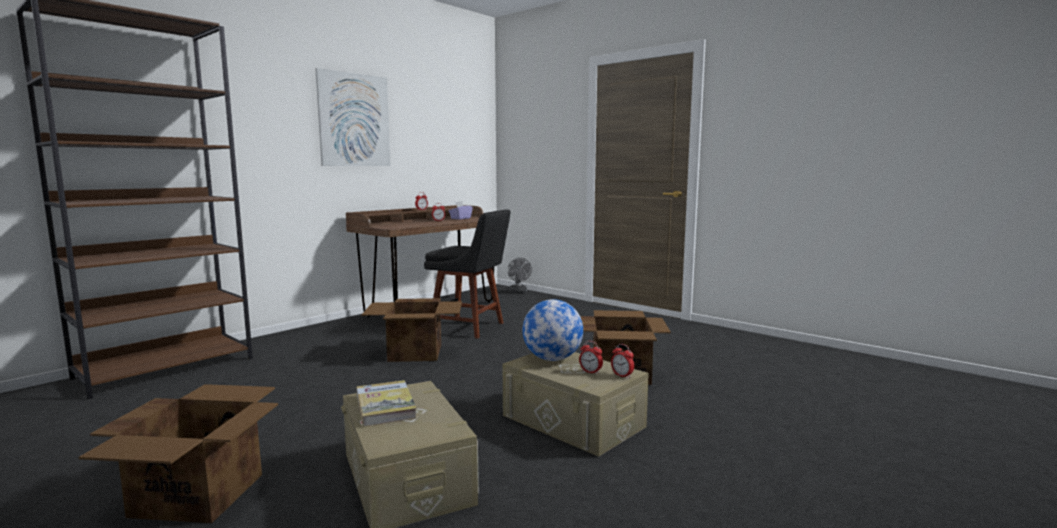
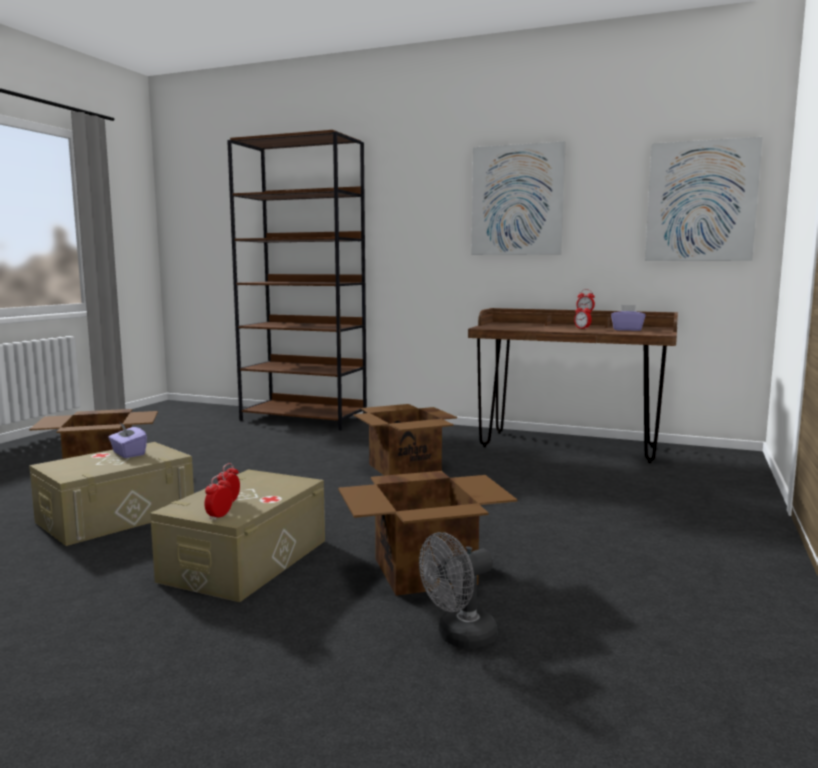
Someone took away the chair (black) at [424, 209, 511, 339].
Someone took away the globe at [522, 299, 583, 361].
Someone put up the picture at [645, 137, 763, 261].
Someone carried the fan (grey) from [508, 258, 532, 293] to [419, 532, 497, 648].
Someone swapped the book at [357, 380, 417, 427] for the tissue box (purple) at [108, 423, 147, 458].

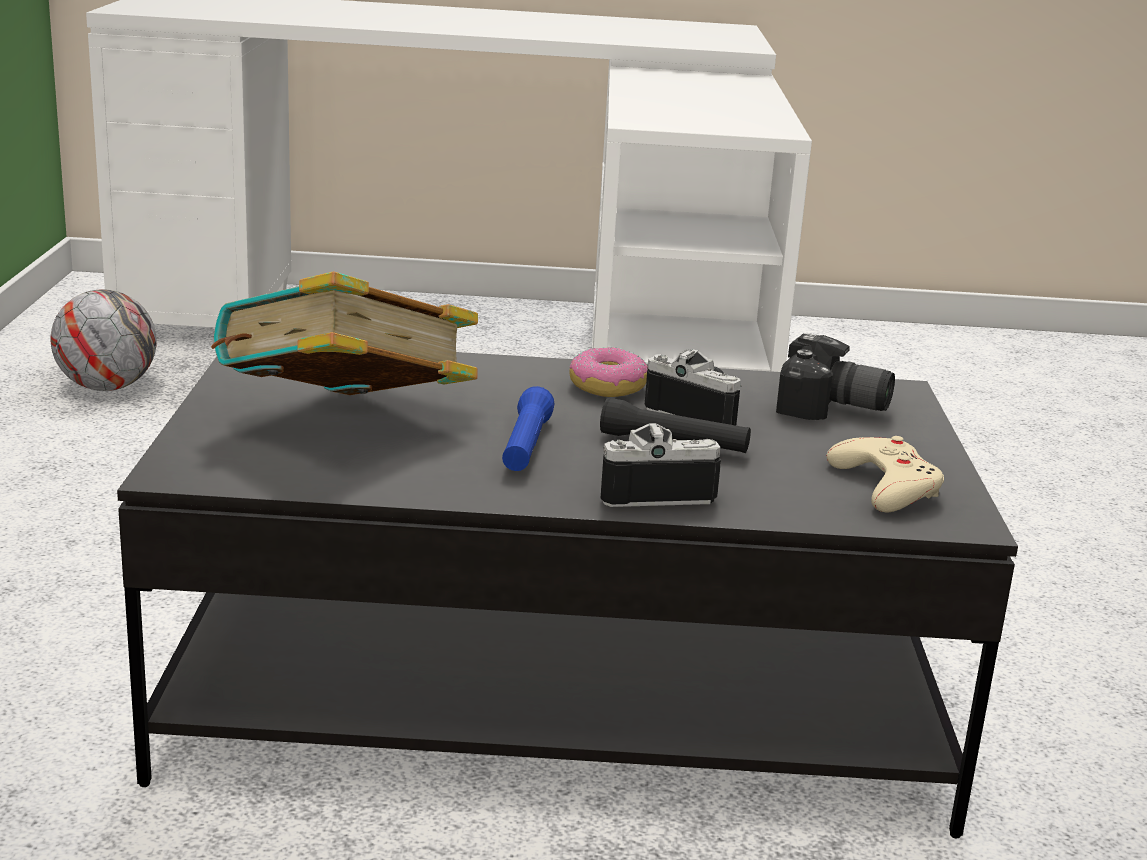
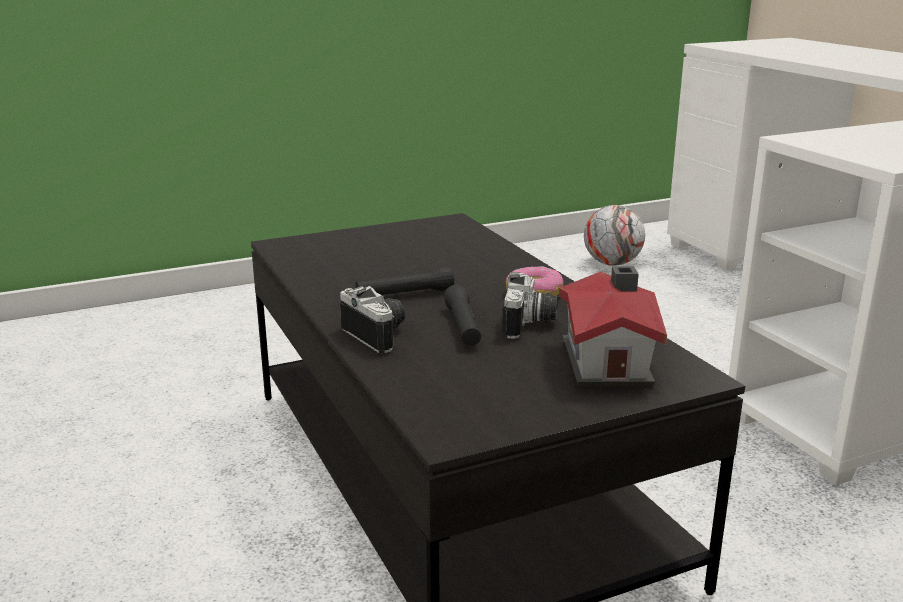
Someone took away the book at [211, 271, 478, 395].
Someone took away the game controller (beige) at [826, 436, 944, 512].
Someone swapped the photo camera at [776, 333, 895, 420] for the toy house at [559, 266, 667, 387].
Someone repainted the flashlight (blue) at [502, 386, 554, 471], which became the flashlight (black) at [355, 266, 454, 295].

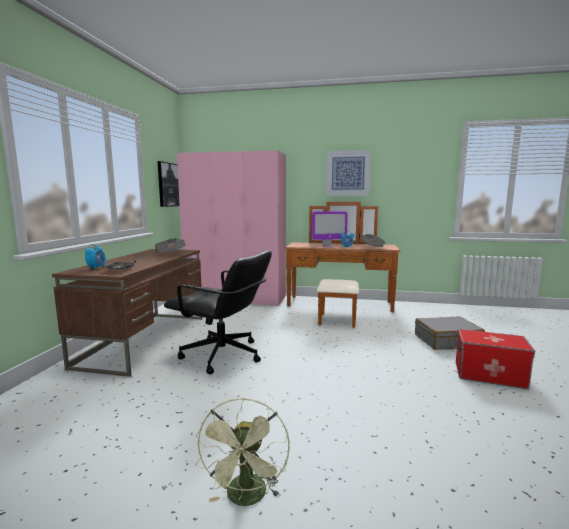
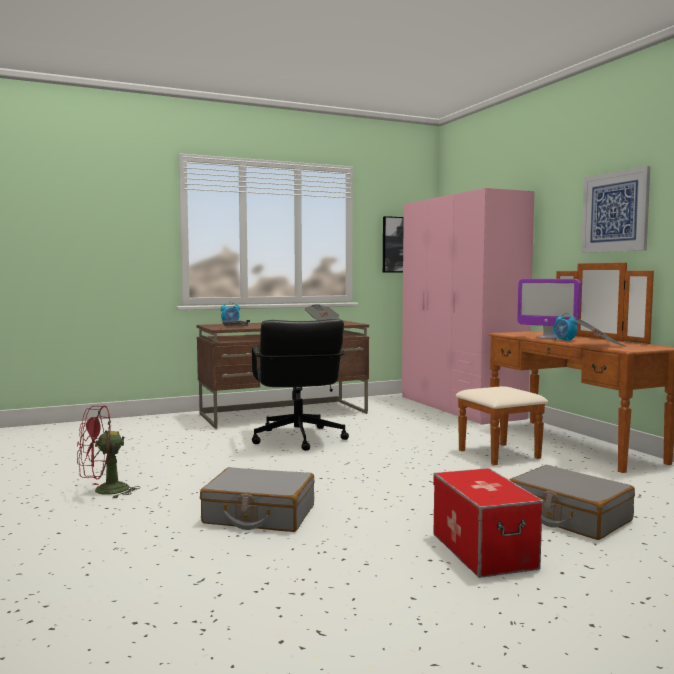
Someone put down the suitcase (grey) at [200, 467, 314, 532].
Someone repainted the fan (green) at [195, 398, 290, 506], which became the fan (red) at [77, 406, 141, 498].

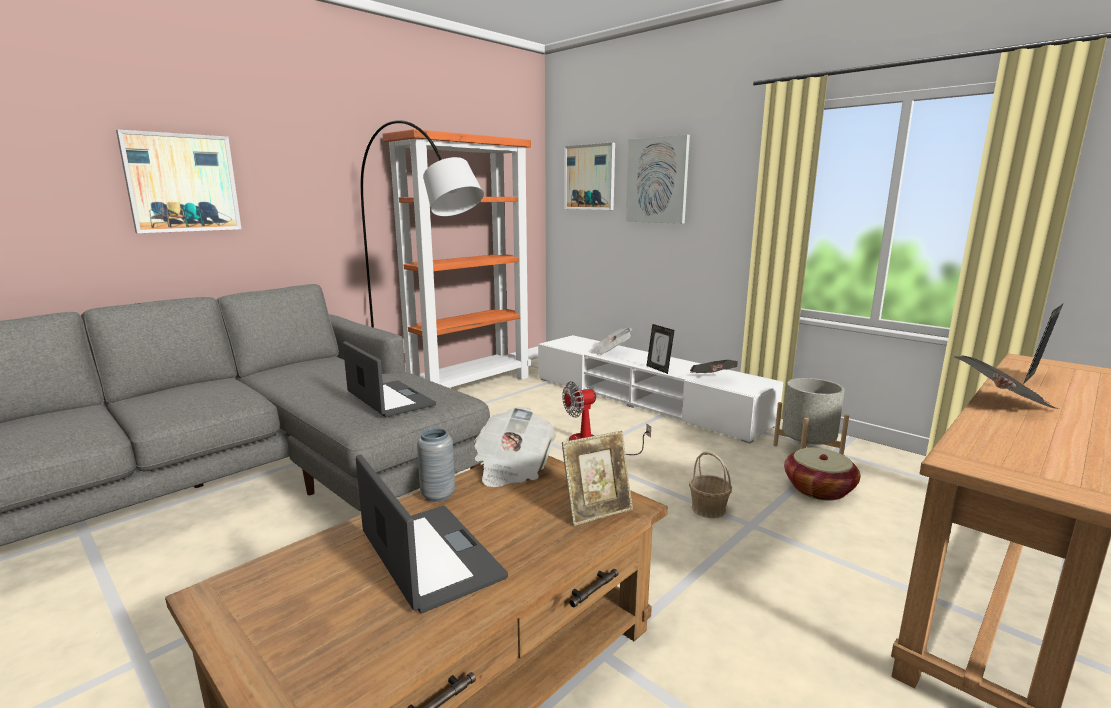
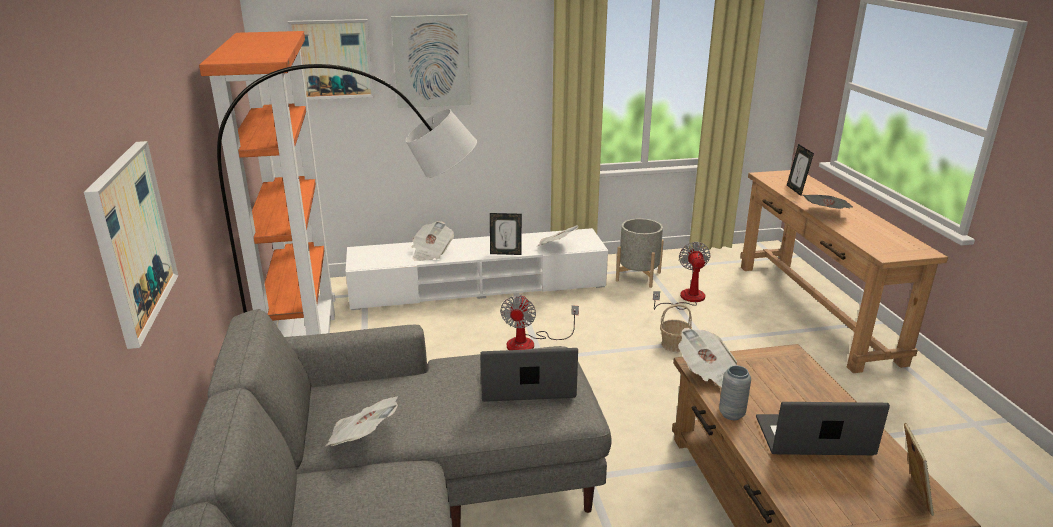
Someone put down the newspaper at [325, 396, 398, 447].
Someone carried the picture frame from [562, 431, 633, 526] to [904, 423, 934, 516].
Someone swapped the basket at [784, 448, 860, 501] for the fan at [653, 242, 710, 310].

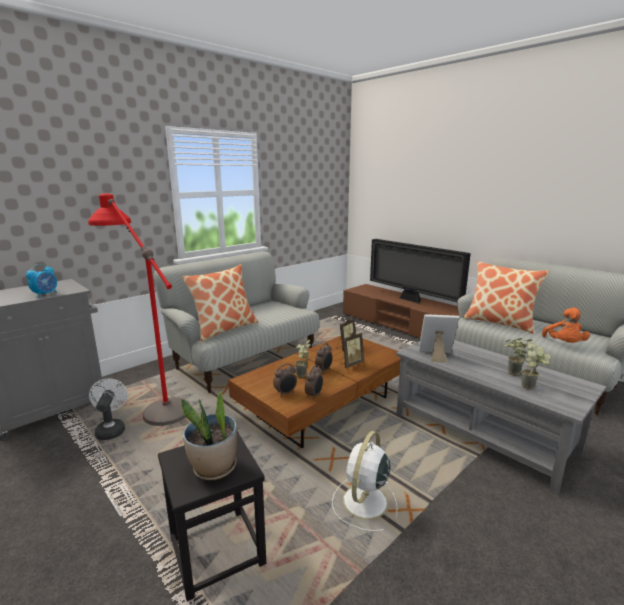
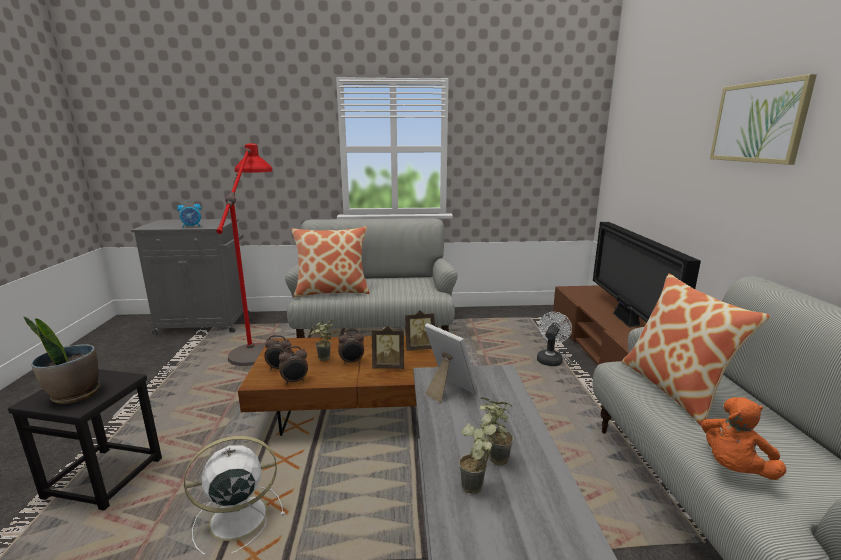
Someone put up the picture at [710, 74, 817, 165].
Someone carried the fan (white) from [89, 378, 128, 440] to [537, 312, 572, 366].

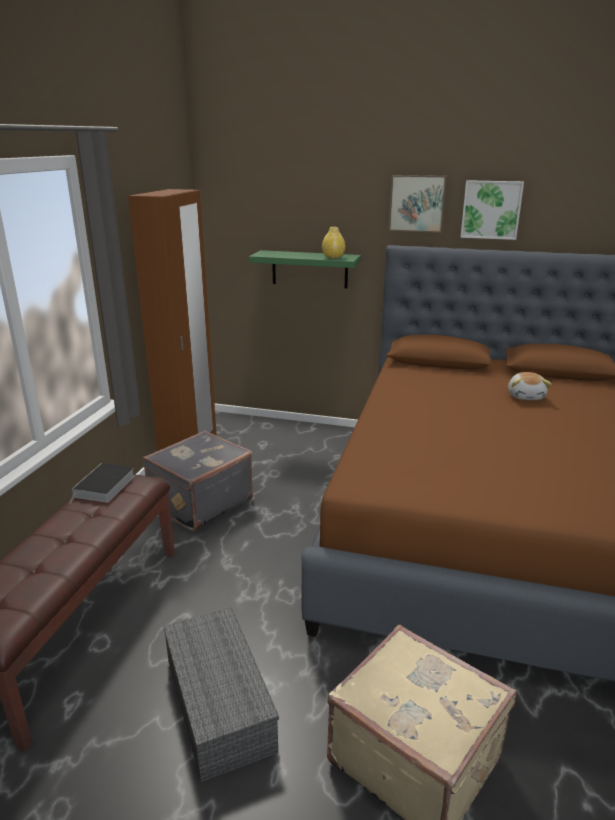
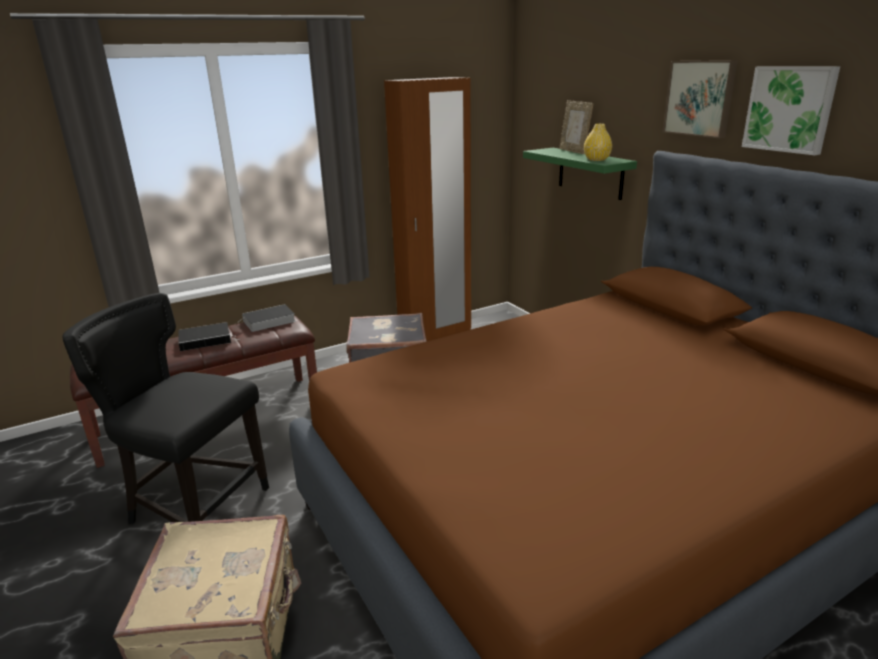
Someone took away the plush toy at [508, 372, 552, 400].
Someone put down the book at [178, 322, 241, 351].
Someone put down the picture frame at [559, 100, 593, 154].
Someone swapped the storage box (grey) at [163, 607, 279, 782] for the chair (black) at [62, 293, 269, 524].

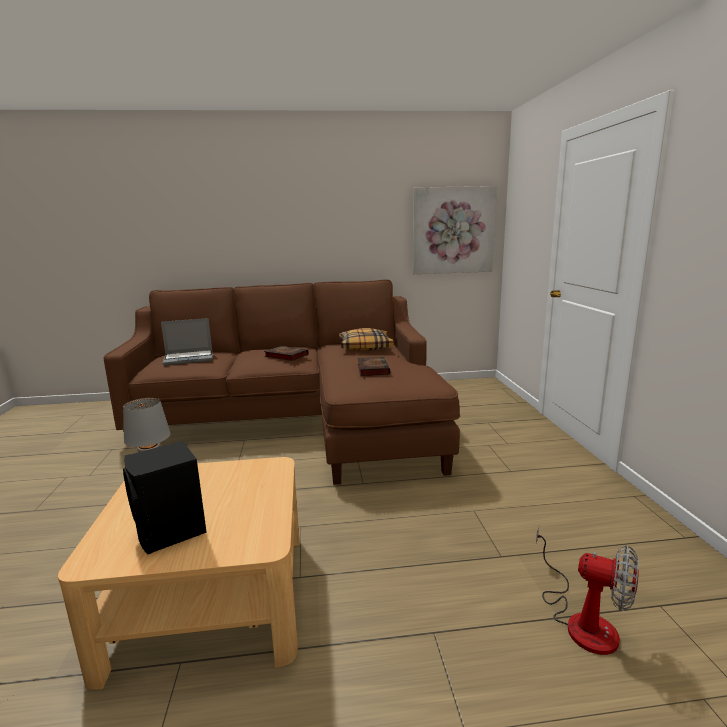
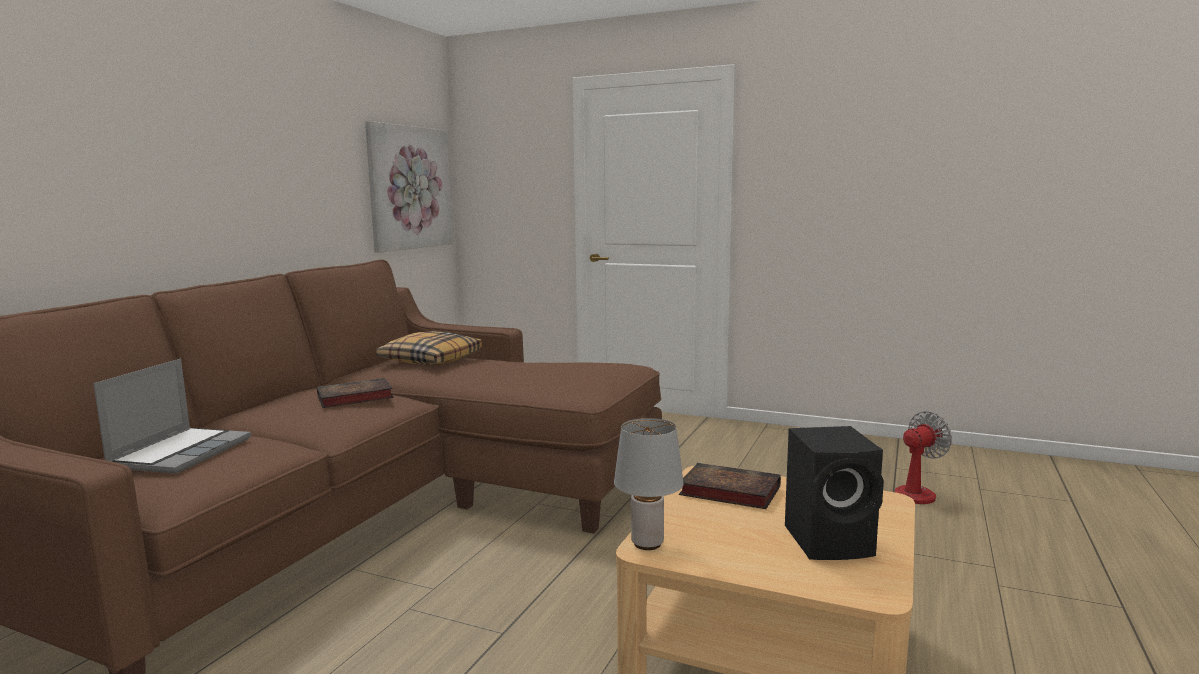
Someone carried the book from [358, 357, 390, 376] to [679, 463, 781, 509].

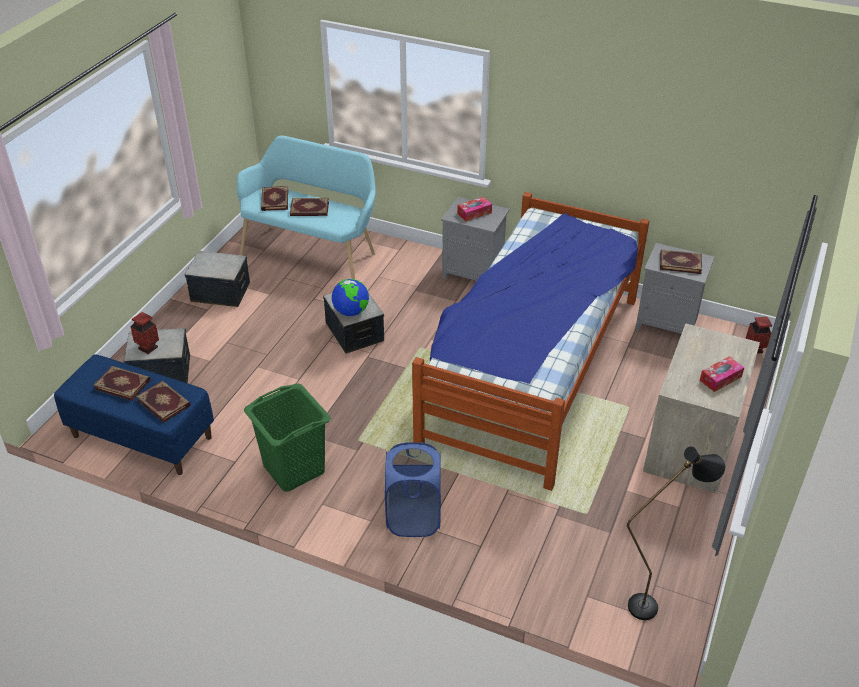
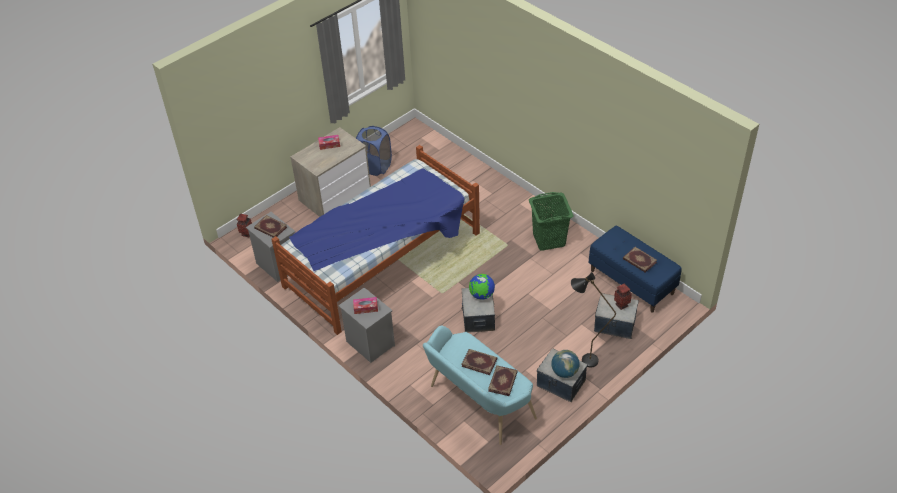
Someone took away the book at [136, 381, 191, 423].
Someone put down the globe at [551, 350, 580, 378].
Someone carried the laundry basket (blue) from [385, 442, 441, 537] to [356, 126, 392, 176].
Someone carried the floor lamp (black) from [627, 447, 726, 620] to [571, 272, 616, 368].

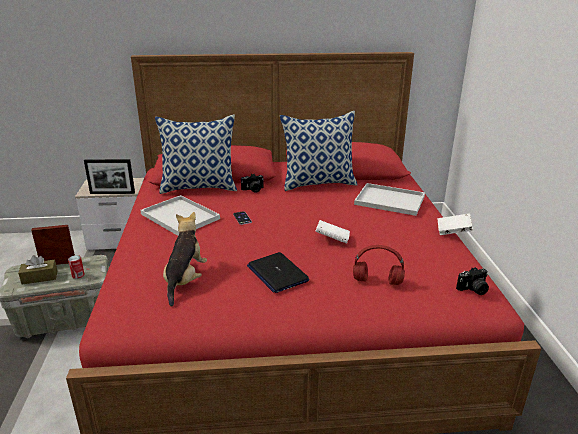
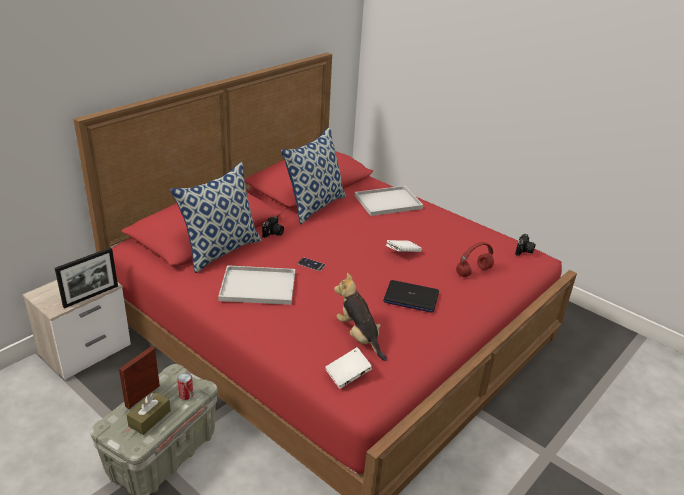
Someone carried the book (white) from [438, 213, 473, 235] to [325, 347, 372, 389].

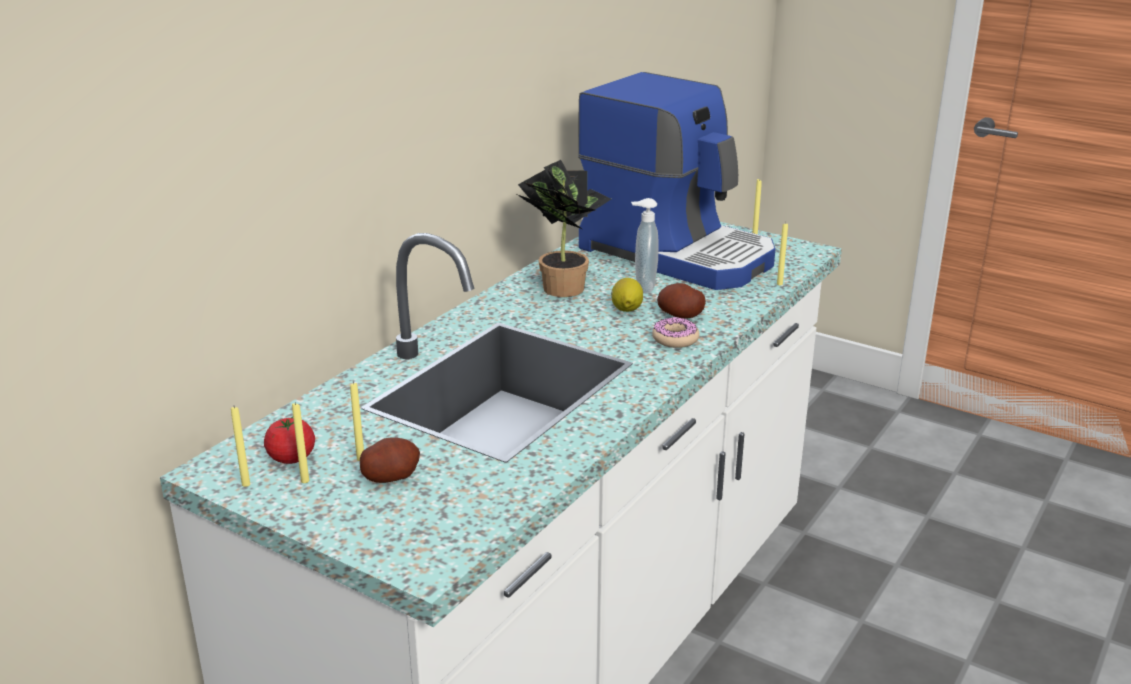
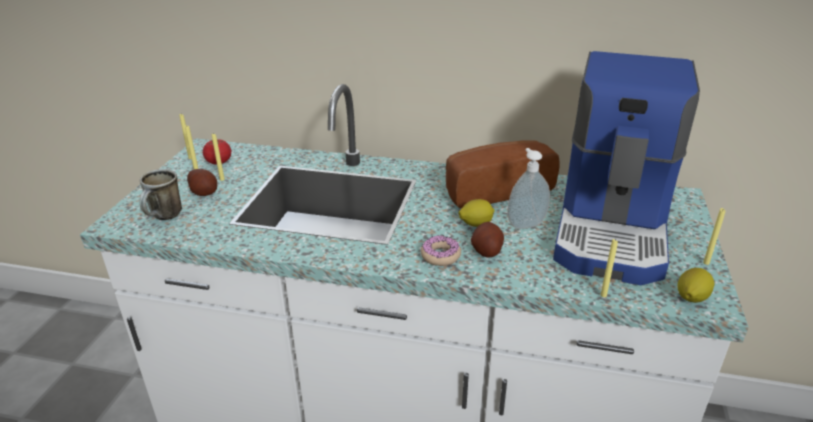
Someone put down the mug at [140, 169, 182, 220].
Someone put down the lemon at [677, 268, 714, 303].
Someone swapped the potted plant at [518, 160, 611, 297] for the bread at [446, 140, 559, 209].

